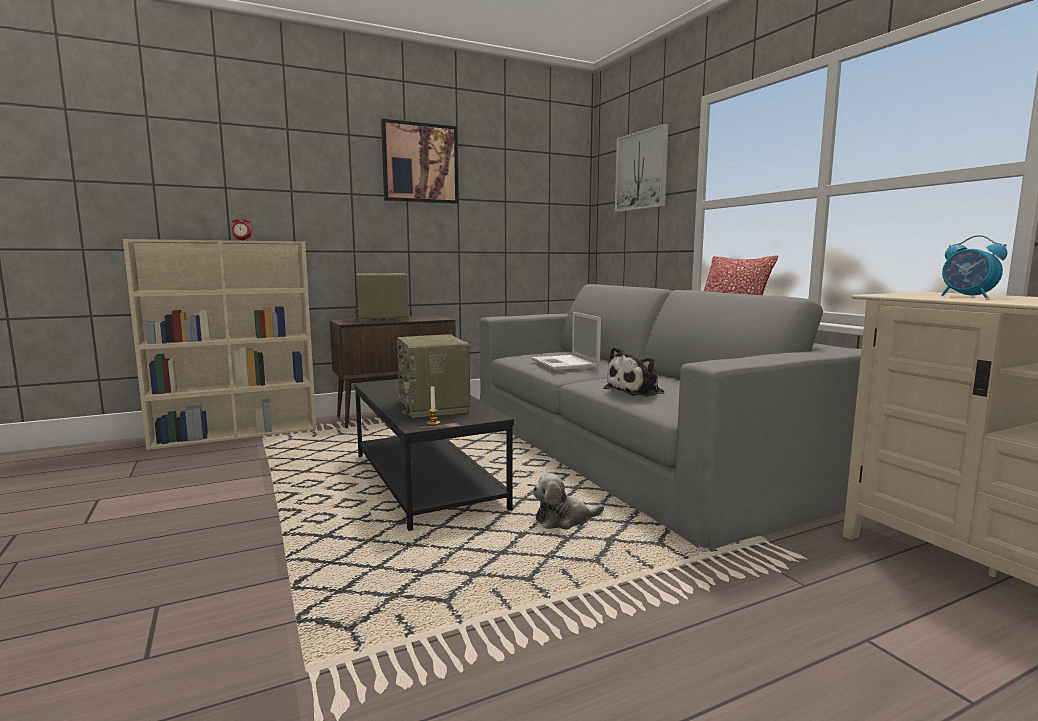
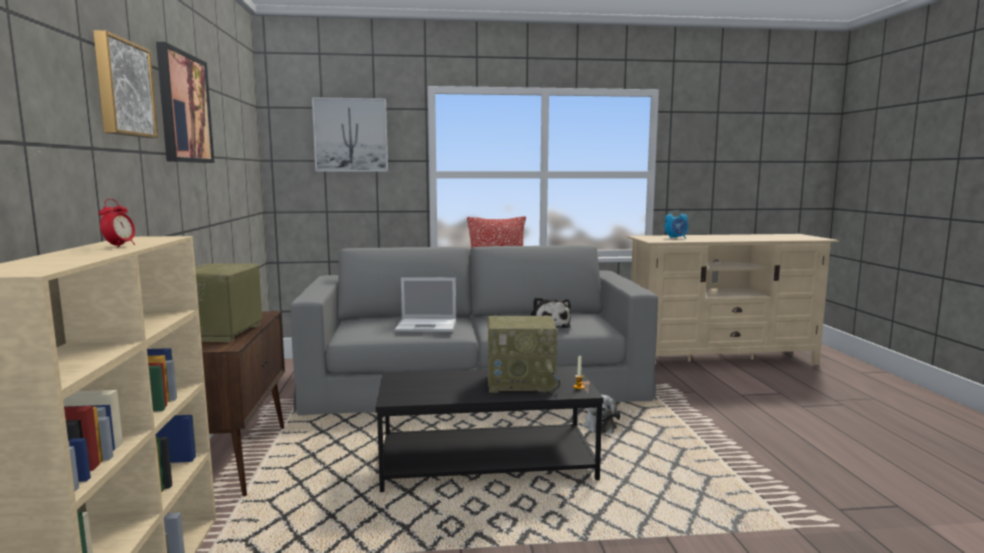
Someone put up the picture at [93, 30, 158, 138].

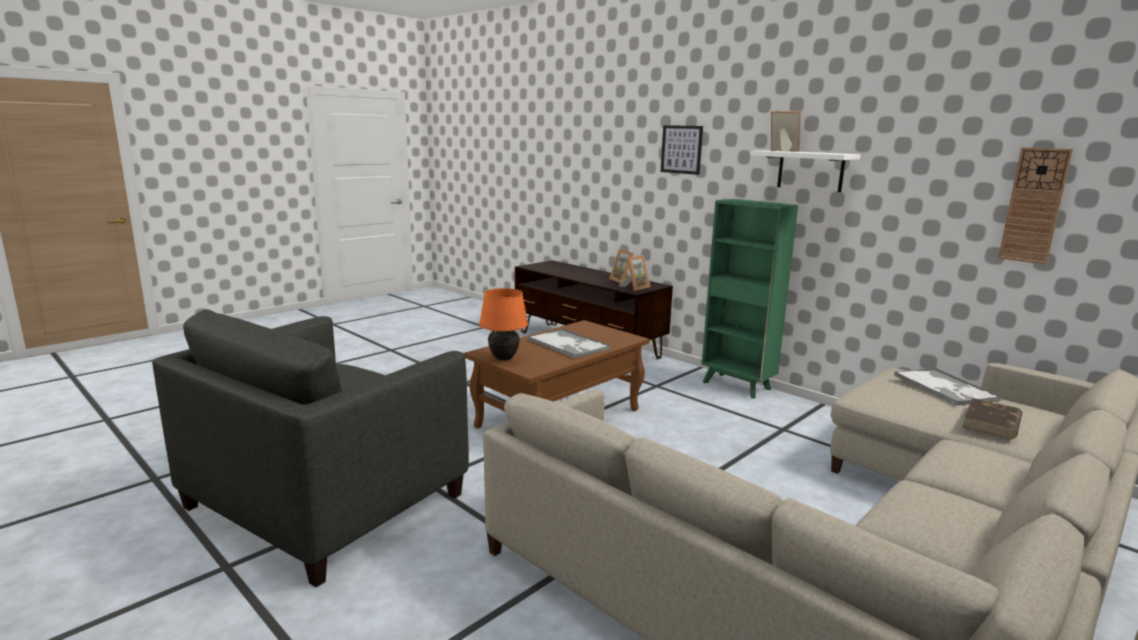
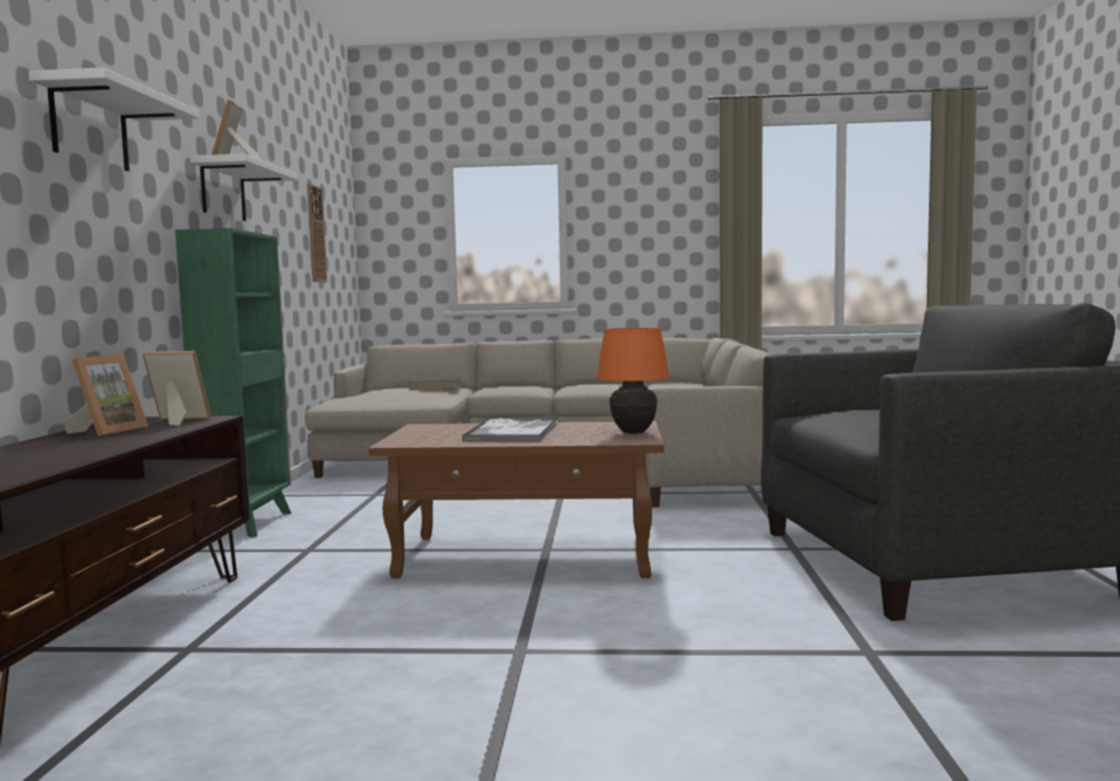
Someone took away the tray at [894, 368, 1002, 406].
Someone swapped the picture at [661, 125, 703, 175] for the shelf (white) at [28, 68, 199, 171].

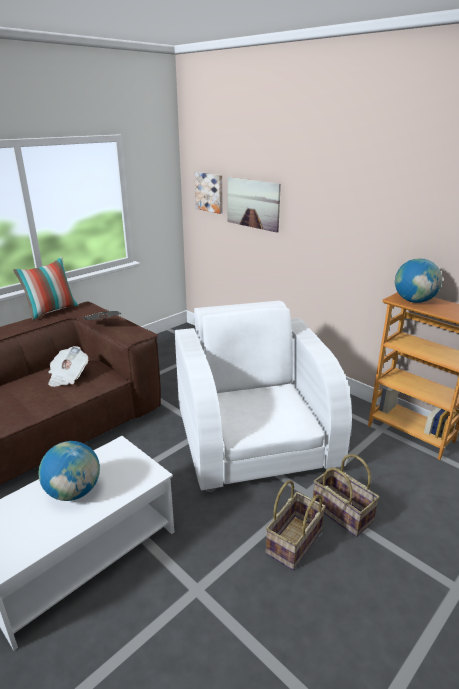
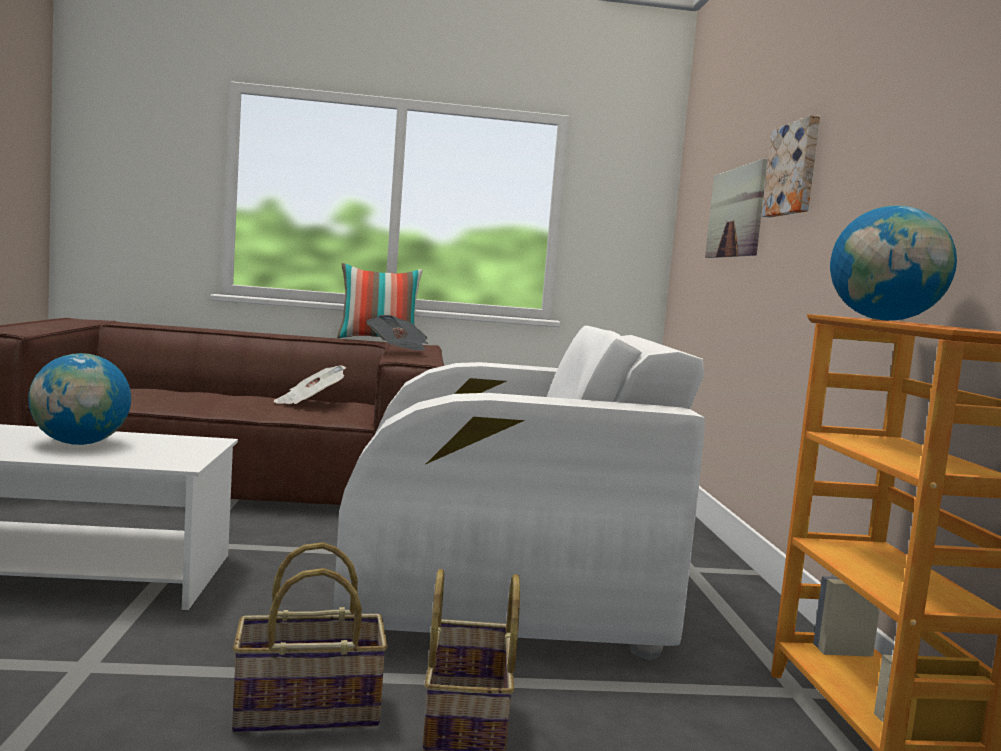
Someone carried the picture from [195, 172, 223, 214] to [762, 115, 820, 218].
Someone rotated the armchair (white) at [175, 301, 352, 492] by 60 degrees clockwise.

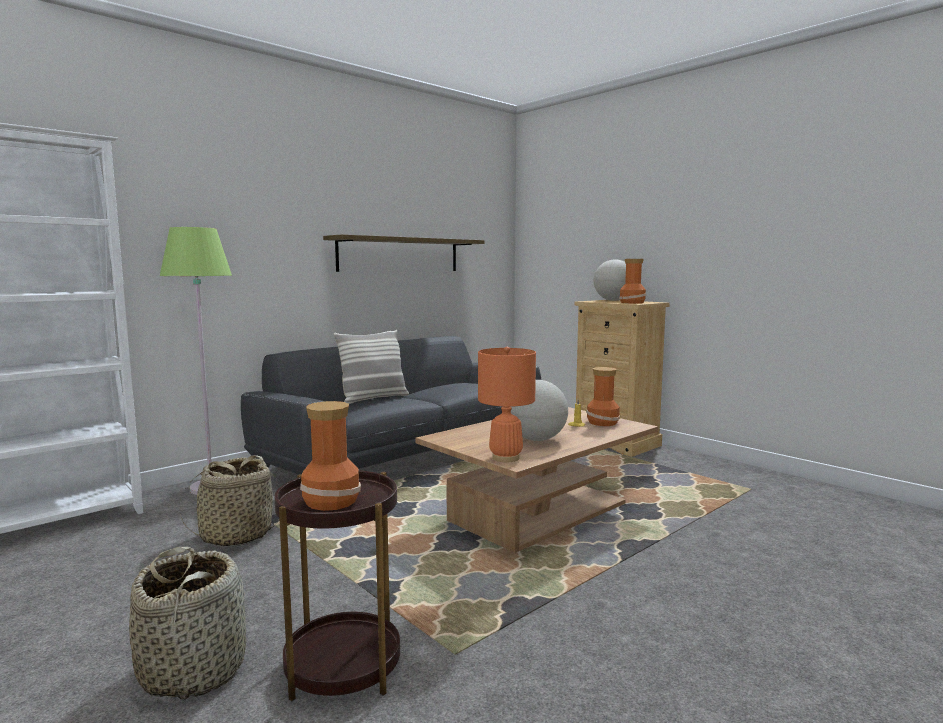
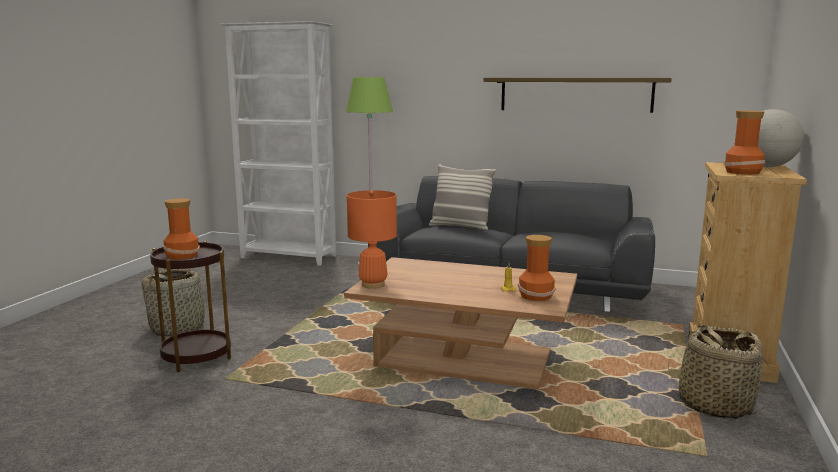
Someone took away the globe at [511, 380, 568, 441].
Someone carried the basket from [180, 455, 279, 547] to [668, 325, 768, 419].

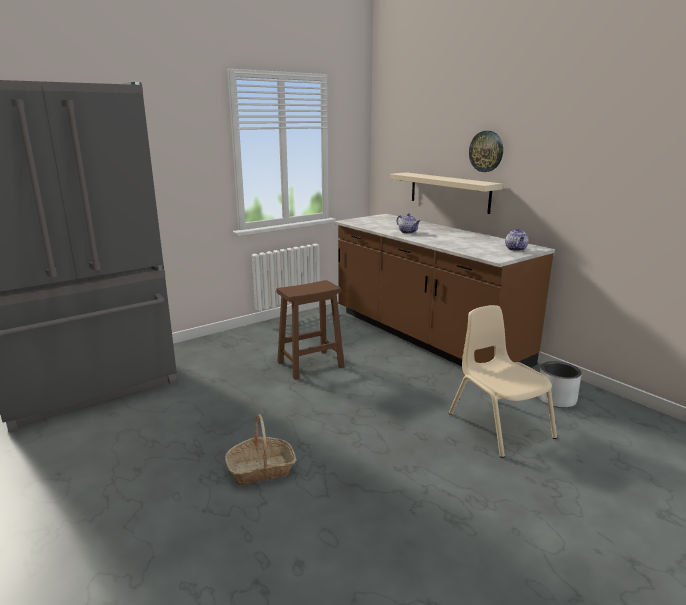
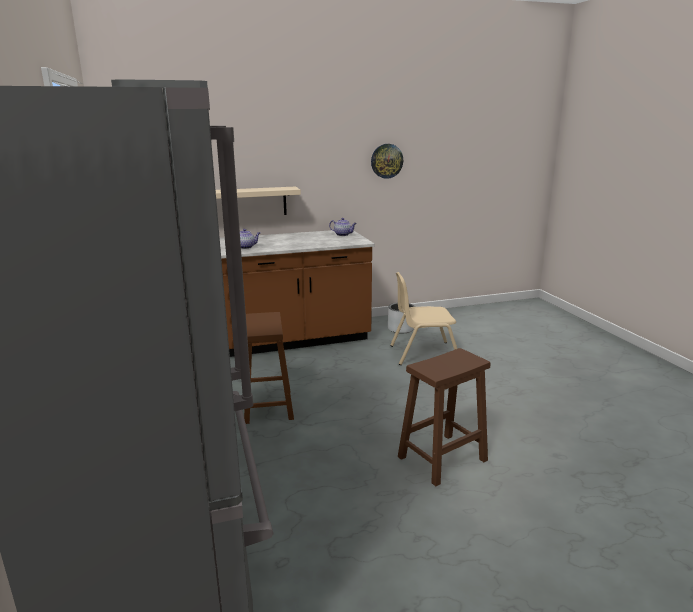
Someone carried the wall clock from [469, 131, 503, 172] to [371, 144, 403, 179].
Someone swapped the basket at [225, 414, 296, 485] for the stool (brown) at [398, 348, 490, 486].

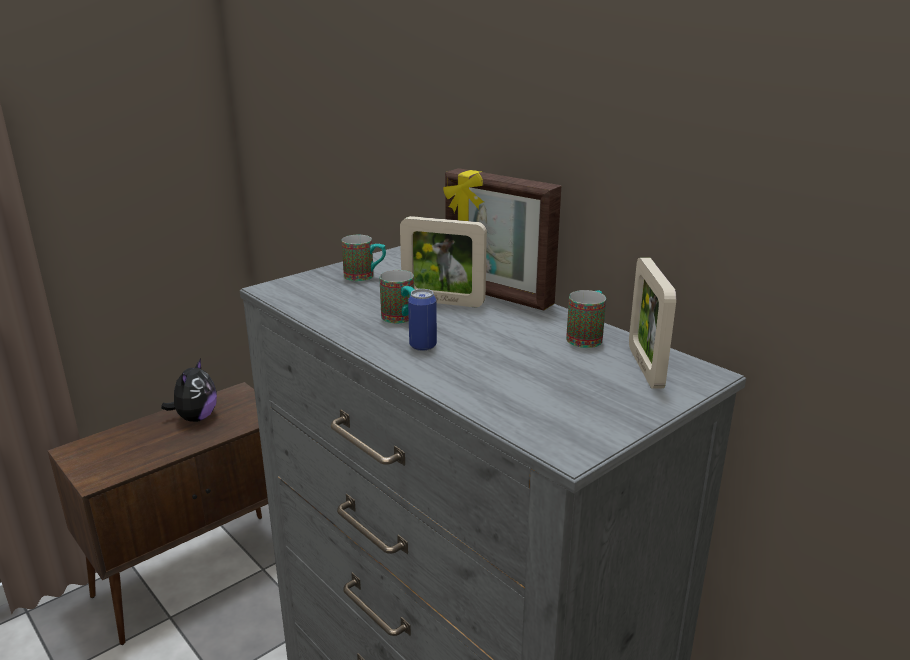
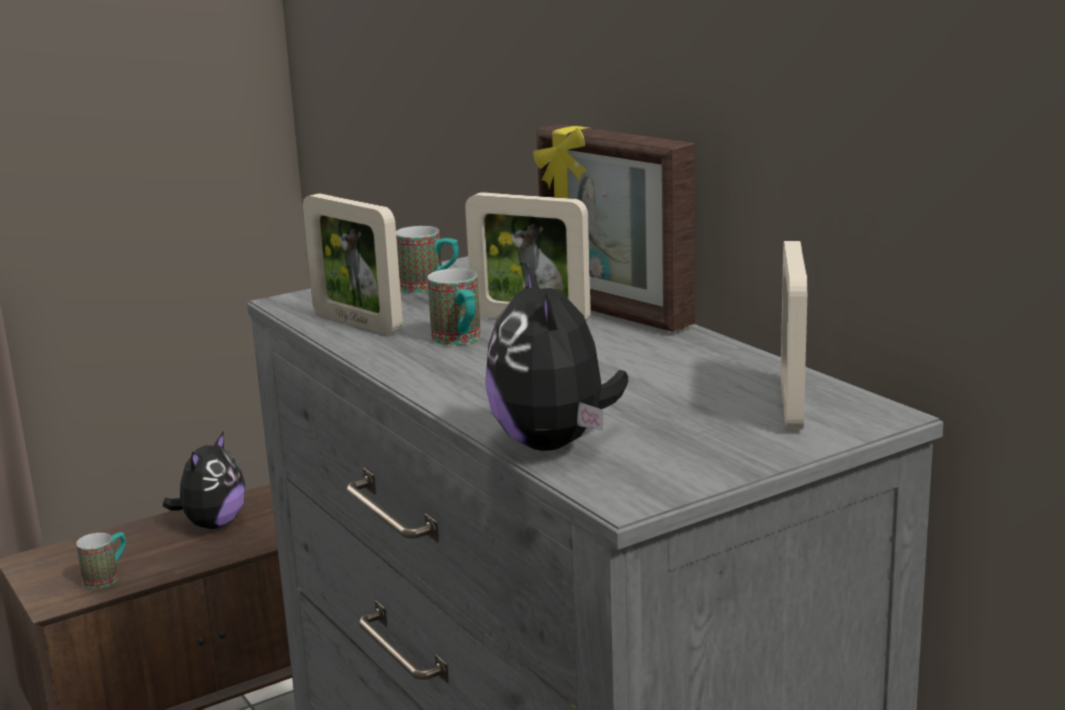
Someone took away the can at [408, 289, 437, 351].
Someone put down the picture frame at [303, 193, 403, 335].
Someone put down the plush toy at [485, 263, 628, 451].
Someone carried the mug from [566, 290, 606, 348] to [76, 532, 126, 589].

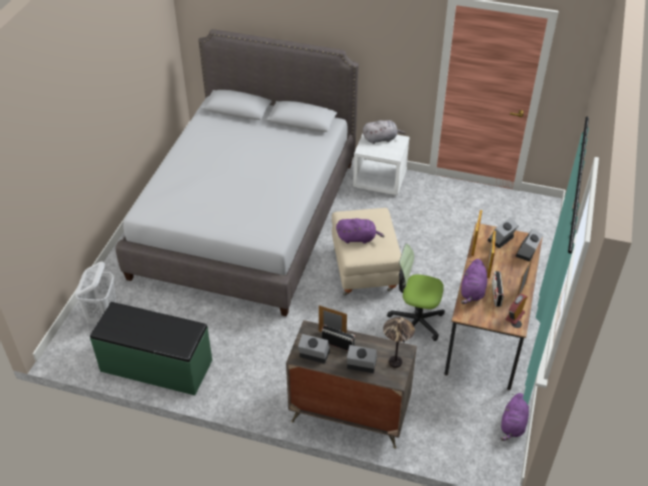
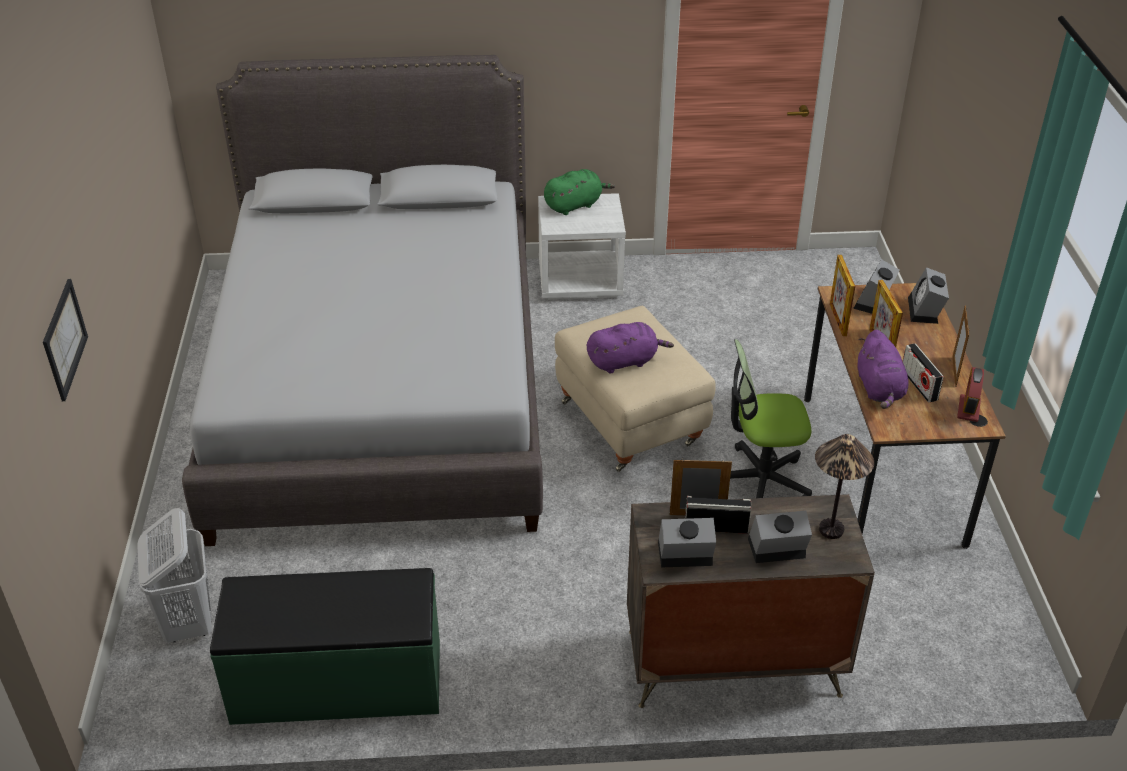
Someone took away the plush toy (purple) at [500, 393, 529, 441].
Someone put up the picture at [43, 279, 88, 401].
Someone repainted the plush toy (grey) at [363, 120, 405, 144], which became the plush toy (green) at [544, 169, 615, 215].

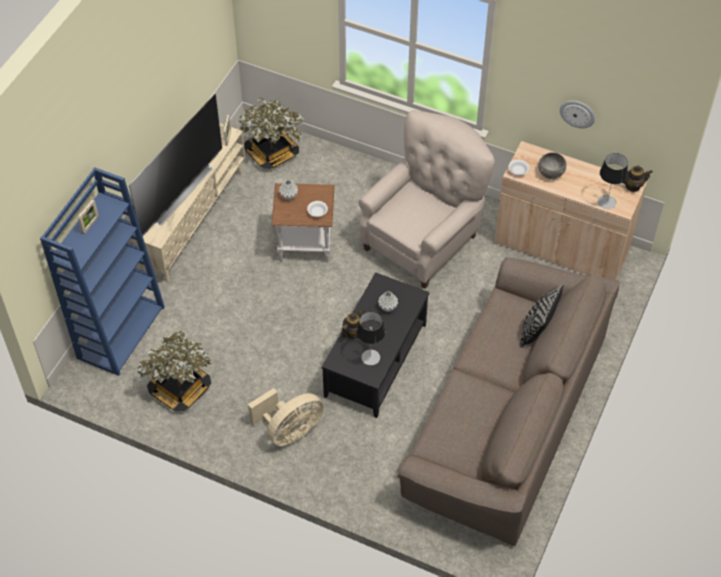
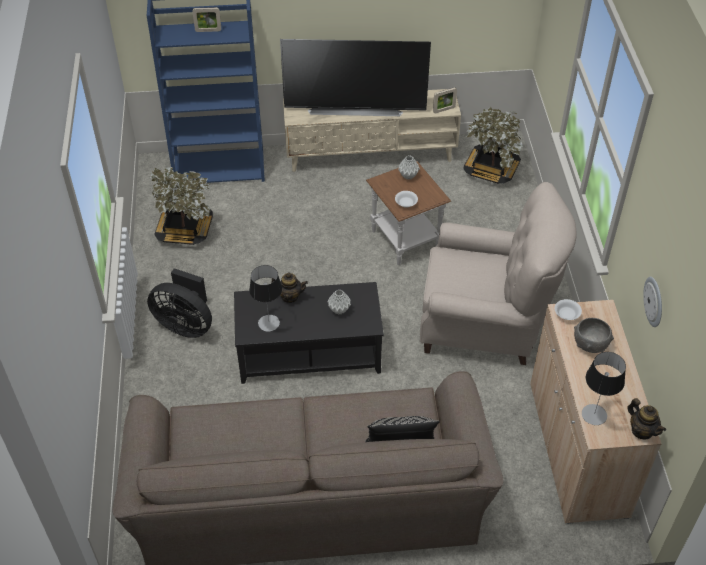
Someone repainted the fan (beige) at [248, 388, 324, 446], which became the fan (black) at [147, 268, 212, 338].

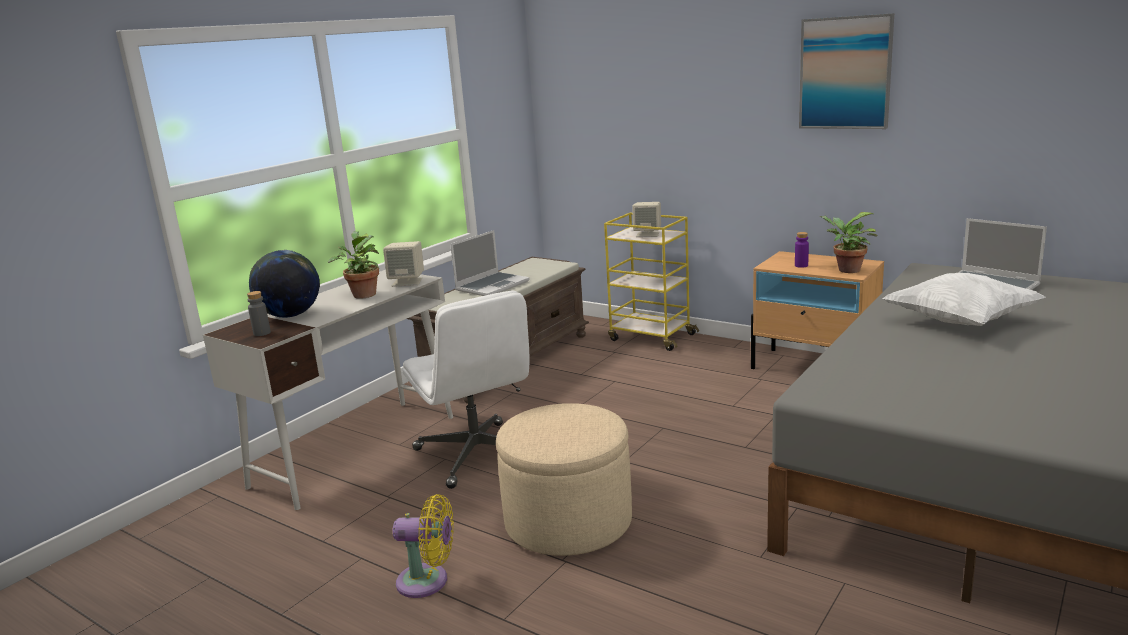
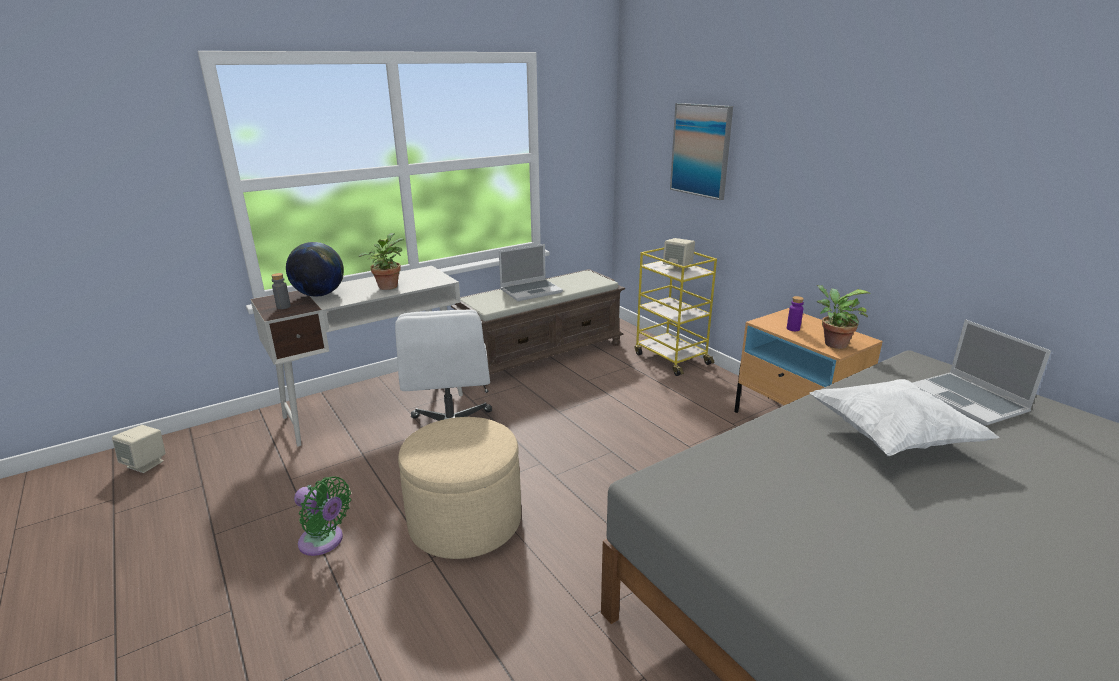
Someone carried the speaker (beige) from [383, 241, 424, 287] to [112, 425, 166, 473].
Someone carried the picture from [799, 13, 894, 129] to [670, 103, 733, 200].
Someone repainted the fan (yellow) at [393, 494, 454, 598], which became the fan (green) at [294, 476, 351, 556].

